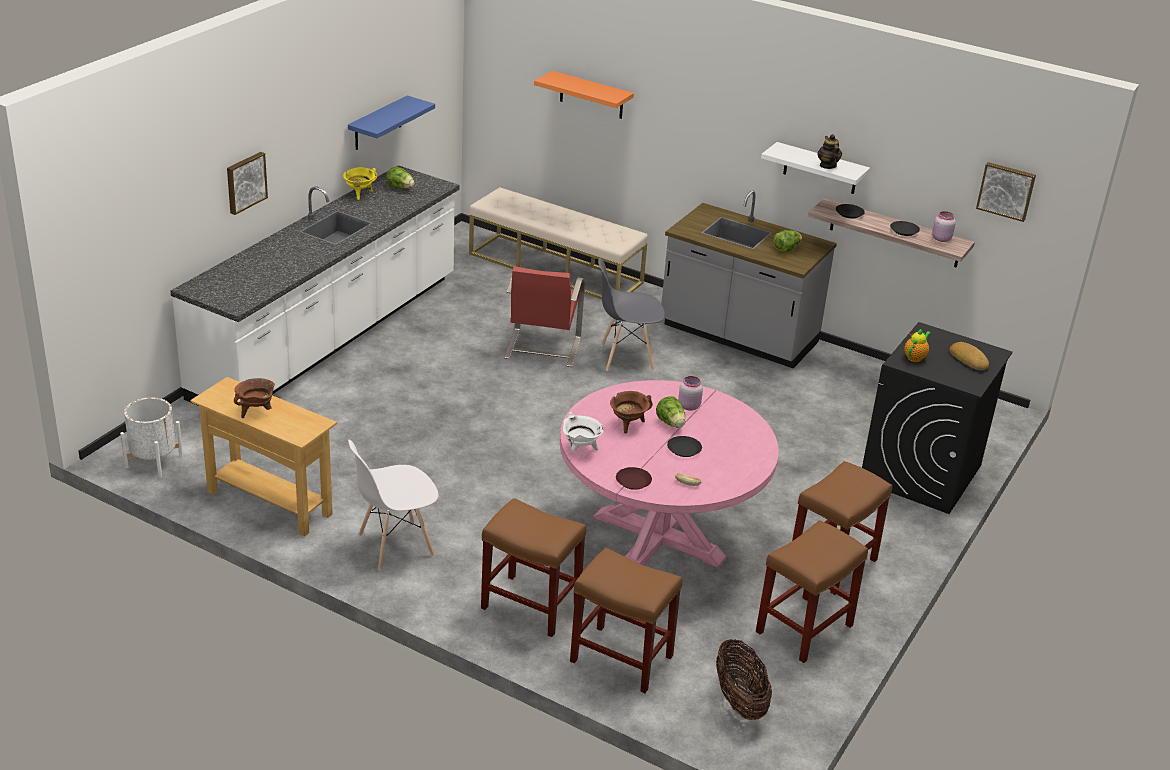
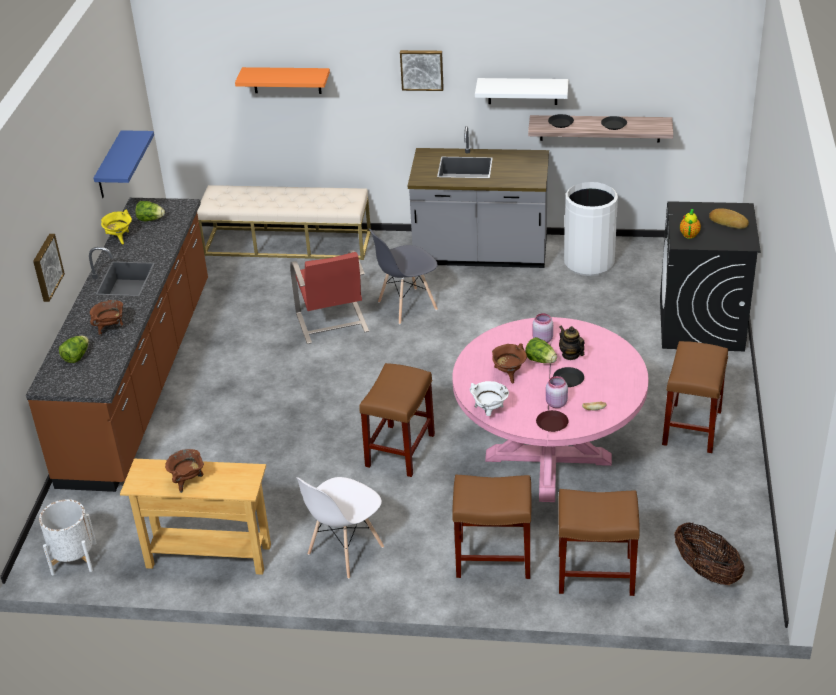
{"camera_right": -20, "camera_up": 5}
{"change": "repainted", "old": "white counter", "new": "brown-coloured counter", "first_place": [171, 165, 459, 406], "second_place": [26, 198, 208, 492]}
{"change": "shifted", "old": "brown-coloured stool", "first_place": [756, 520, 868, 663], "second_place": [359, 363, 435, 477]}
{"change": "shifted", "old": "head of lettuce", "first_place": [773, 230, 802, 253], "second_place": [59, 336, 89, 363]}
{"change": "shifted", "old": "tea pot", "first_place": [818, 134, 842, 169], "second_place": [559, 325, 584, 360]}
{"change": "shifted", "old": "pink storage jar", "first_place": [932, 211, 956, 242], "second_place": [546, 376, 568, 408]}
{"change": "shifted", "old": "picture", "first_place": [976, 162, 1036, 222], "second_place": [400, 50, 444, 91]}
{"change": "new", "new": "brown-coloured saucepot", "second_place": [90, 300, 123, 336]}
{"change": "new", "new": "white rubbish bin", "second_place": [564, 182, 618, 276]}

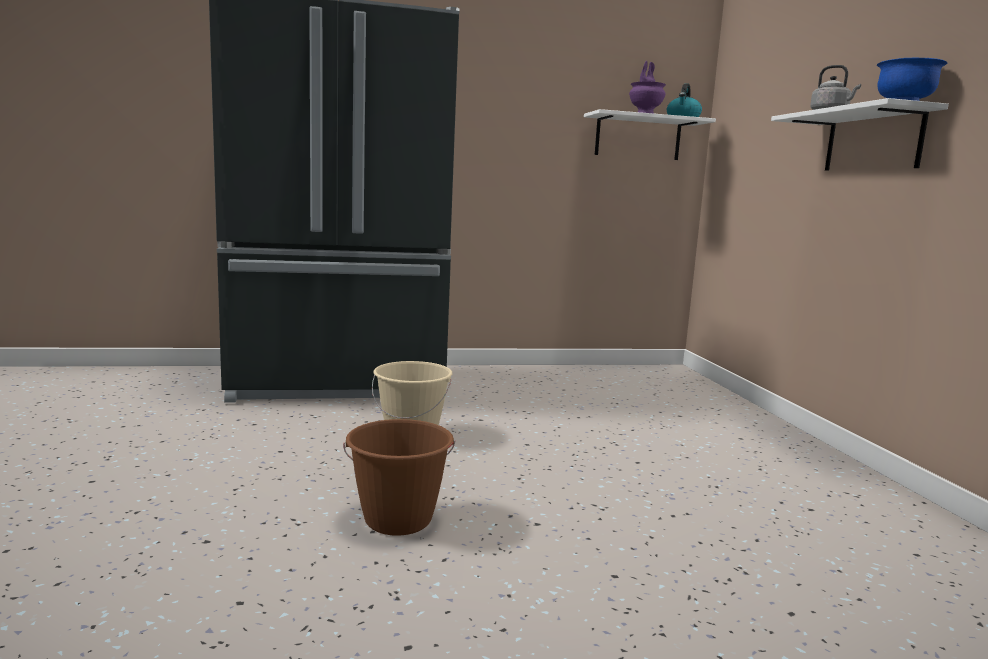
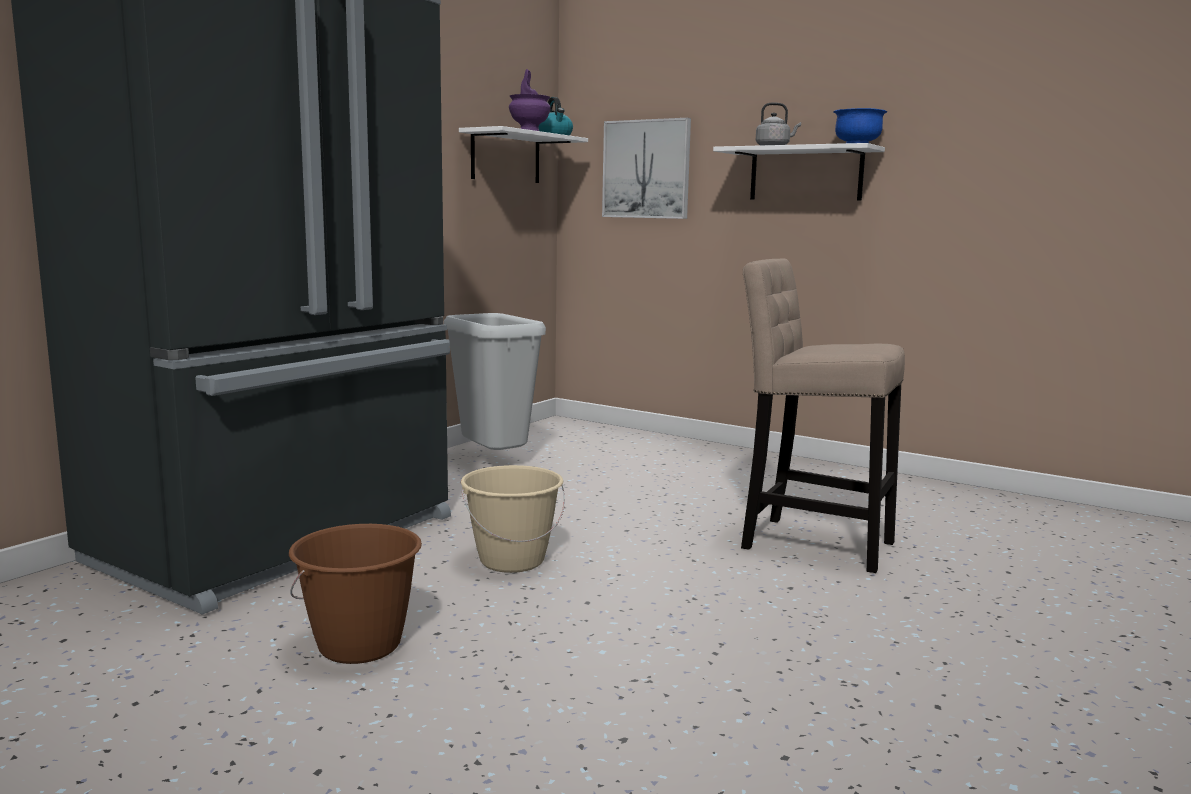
{"camera_right": -45, "camera_up": 0}
{"change": "shifted", "old": "brown-coloured bucket", "first_place": [343, 419, 455, 536], "second_place": [289, 524, 422, 664]}
{"change": "new", "new": "gray rubbish bin", "second_place": [444, 313, 546, 450]}
{"change": "new", "new": "picture", "second_place": [602, 118, 691, 219]}
{"change": "new", "new": "beige-coloured stool", "second_place": [741, 258, 905, 573]}

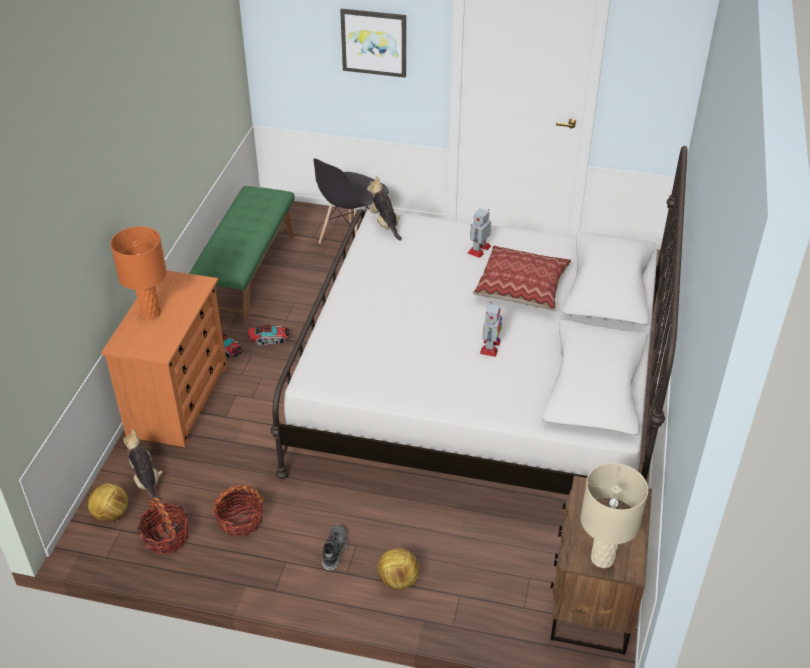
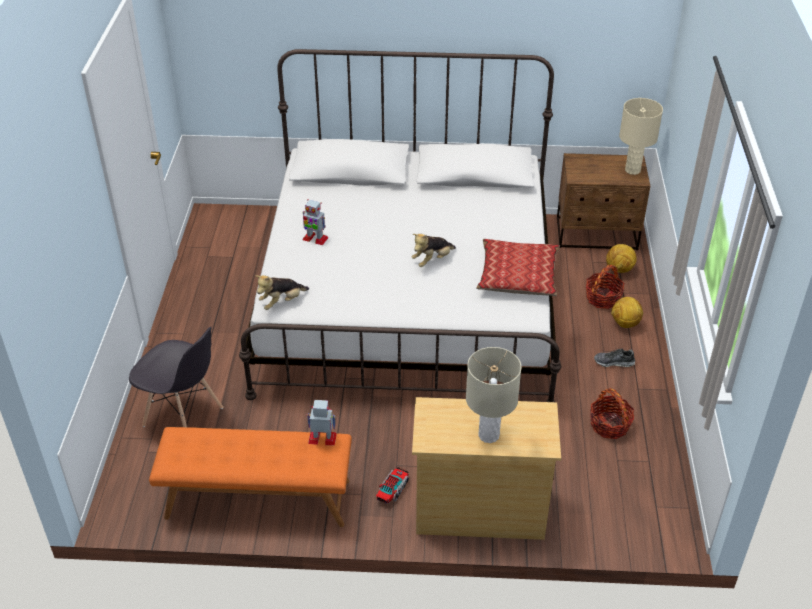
{"camera_right": -100, "camera_up": 0}
{"change": "shifted", "old": "football", "first_place": [88, 483, 128, 522], "second_place": [606, 244, 637, 273]}
{"change": "repainted", "old": "orangey chest of drawers", "new": "beige-coloured chest of drawers", "first_place": [101, 271, 227, 447], "second_place": [412, 397, 561, 540]}
{"change": "repainted", "old": "orangey table lamp", "new": "beige-coloured table lamp", "first_place": [110, 226, 167, 319], "second_place": [466, 347, 521, 443]}
{"change": "shifted", "old": "soft toy", "first_place": [123, 429, 163, 502], "second_place": [412, 234, 456, 267]}
{"change": "shifted", "old": "household basket", "first_place": [137, 497, 189, 554], "second_place": [585, 265, 625, 309]}
{"change": "repainted", "old": "greenish indoor bench", "new": "orangey indoor bench", "first_place": [189, 186, 295, 325], "second_place": [149, 427, 352, 527]}
{"change": "gone", "old": "toy truck", "first_place": [248, 324, 290, 345]}
{"change": "gone", "old": "picture", "first_place": [340, 9, 406, 78]}
{"change": "shifted", "old": "pillow", "first_place": [473, 246, 571, 311], "second_place": [476, 239, 560, 296]}
{"change": "shifted", "old": "robot figure", "first_place": [480, 302, 502, 357], "second_place": [307, 400, 337, 446]}

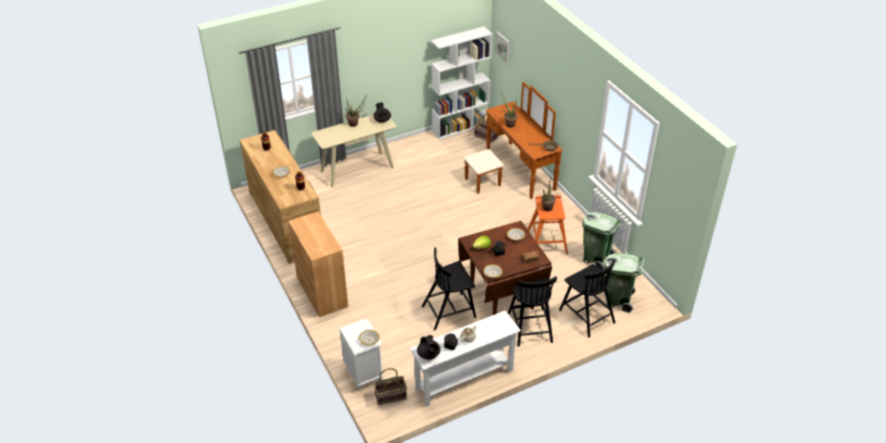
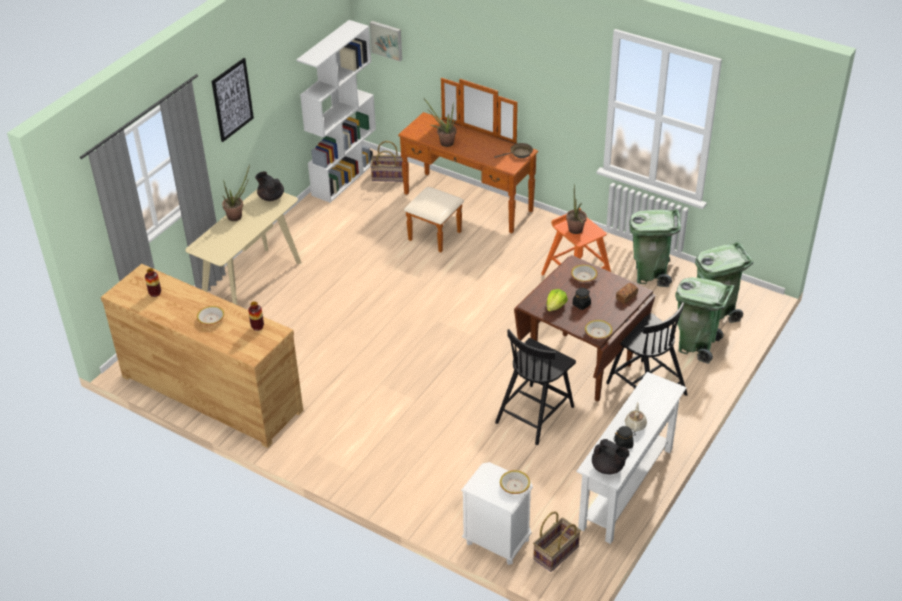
{"camera_right": -30, "camera_up": 0}
{"change": "gone", "old": "brown-coloured storage cabinet", "first_place": [288, 212, 348, 317]}
{"change": "swapped", "old": "black upright chair", "new": "greenish rubbish bin", "first_place": [559, 259, 616, 338], "second_place": [675, 277, 735, 364]}
{"change": "new", "new": "picture", "second_place": [212, 58, 254, 142]}

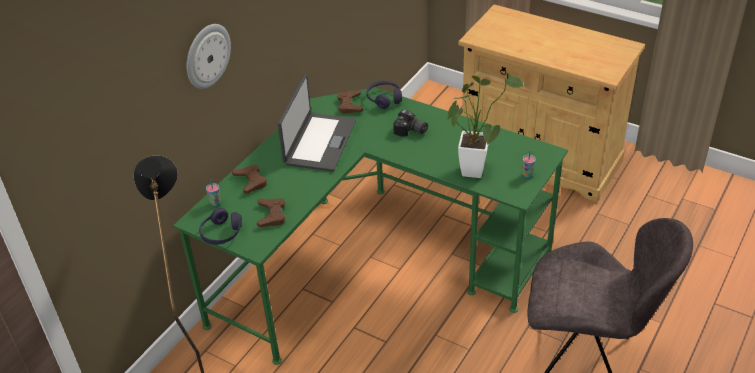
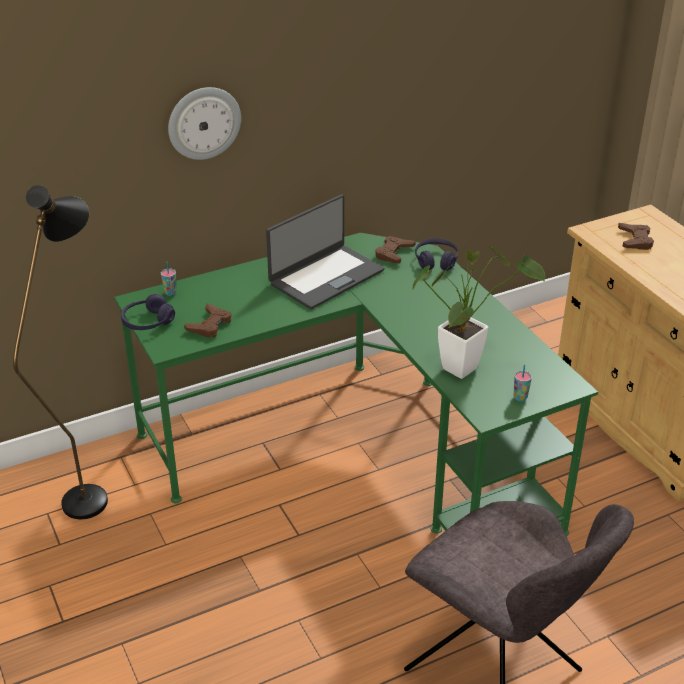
{"camera_right": 30, "camera_up": -5}
{"change": "shifted", "old": "brown-coloured game controller", "first_place": [232, 165, 267, 193], "second_place": [618, 223, 654, 250]}
{"change": "gone", "old": "photo camera", "first_place": [393, 110, 428, 137]}

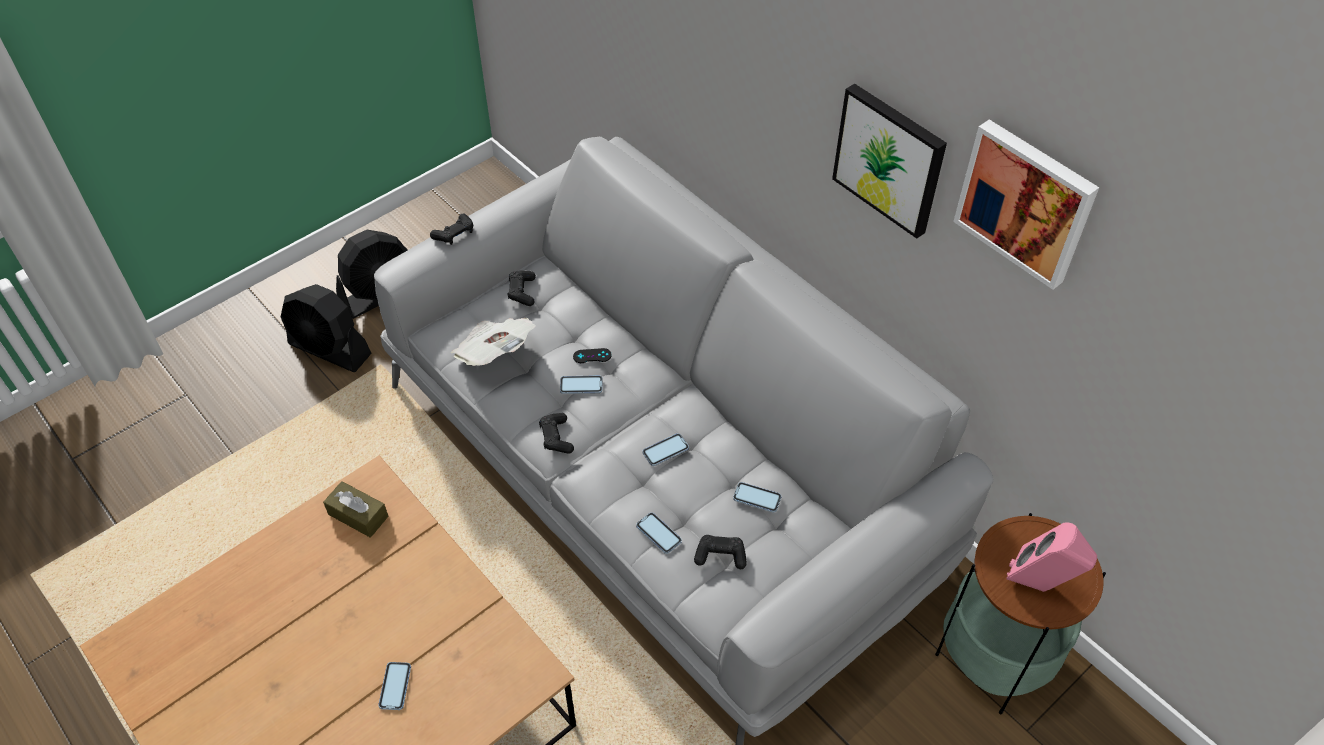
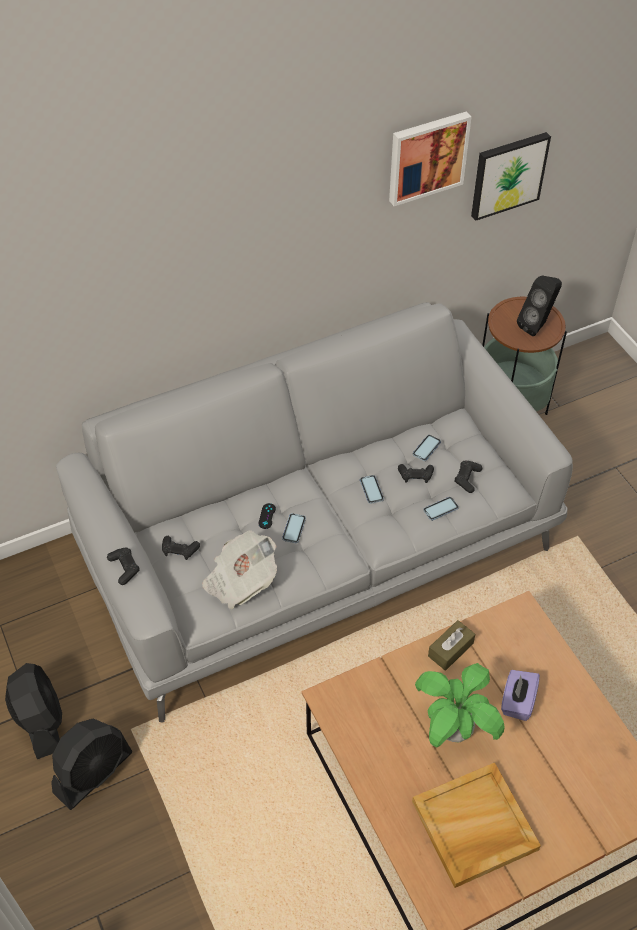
{"camera_right": -75, "camera_up": 0}
{"change": "shifted", "old": "brown-coloured tissue box", "first_place": [323, 481, 388, 538], "second_place": [428, 620, 475, 671]}
{"change": "swapped", "old": "handset", "new": "purple-coloured tissue box", "first_place": [378, 662, 411, 710], "second_place": [501, 670, 540, 721]}
{"change": "shifted", "old": "black game controller", "first_place": [539, 413, 574, 454], "second_place": [398, 464, 434, 483]}
{"change": "shifted", "old": "picture", "first_place": [832, 84, 947, 239], "second_place": [471, 132, 551, 221]}
{"change": "repainted", "old": "pink audio speaker", "new": "black audio speaker", "first_place": [1006, 522, 1097, 592], "second_place": [517, 276, 562, 336]}
{"change": "new", "new": "beige-coloured serving tray", "second_place": [412, 763, 541, 888]}
{"change": "new", "new": "plant in a pot", "second_place": [415, 663, 505, 748]}

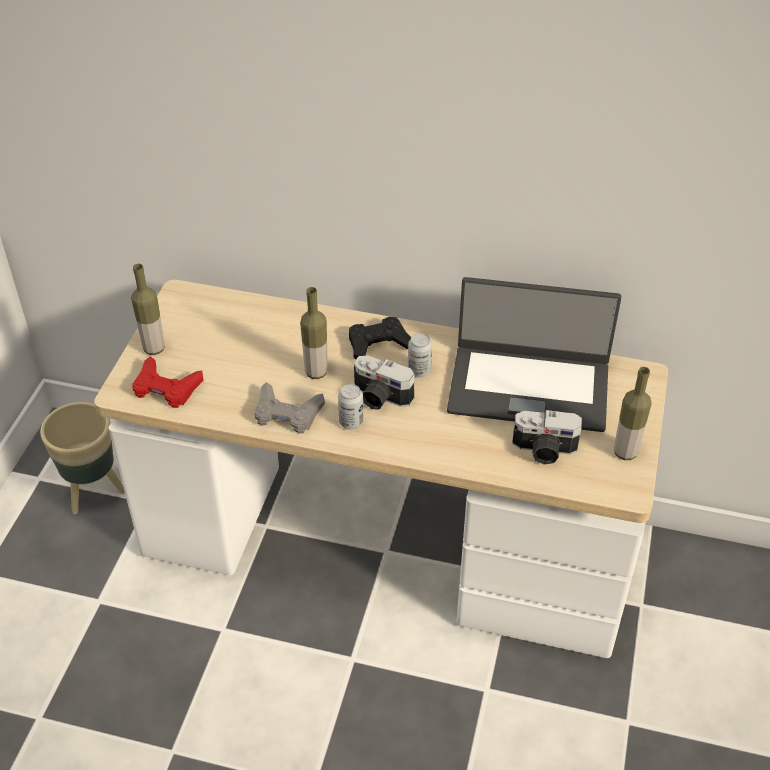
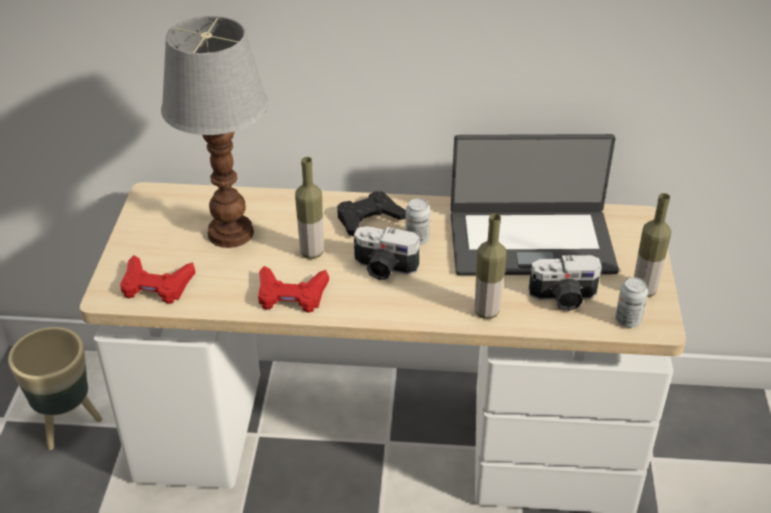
{"camera_right": -10, "camera_up": -5}
{"change": "shifted", "old": "drink bottle", "first_place": [131, 264, 165, 355], "second_place": [475, 214, 507, 319]}
{"change": "repainted", "old": "gray game controller", "new": "red game controller", "first_place": [255, 382, 325, 434], "second_place": [258, 266, 329, 313]}
{"change": "shifted", "old": "metal can", "first_place": [338, 384, 363, 430], "second_place": [615, 277, 648, 328]}
{"change": "new", "new": "table lamp", "second_place": [161, 16, 268, 248]}

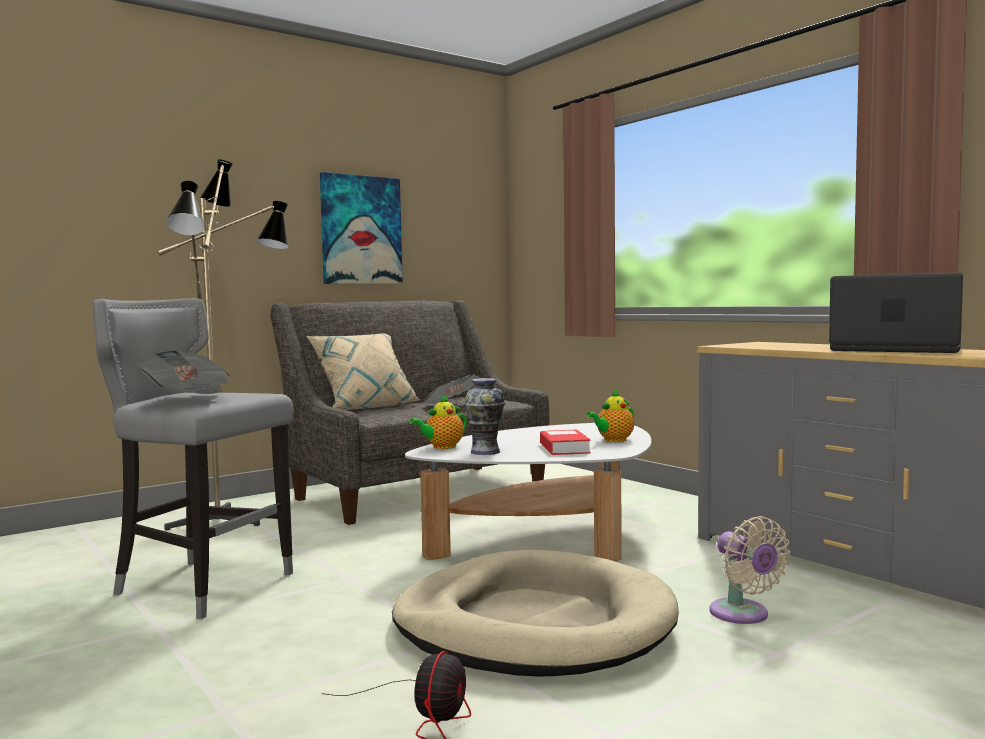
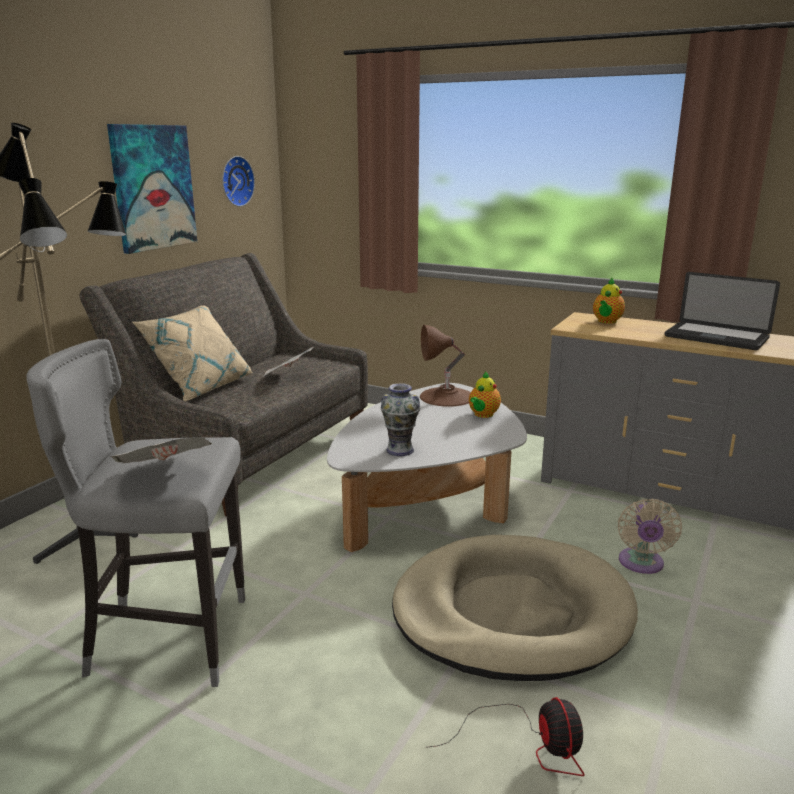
{"camera_right": -25, "camera_up": 15}
{"change": "shifted", "old": "tea pot", "first_place": [410, 394, 467, 449], "second_place": [593, 277, 625, 324]}
{"change": "gone", "old": "bound book", "first_place": [540, 430, 591, 455]}
{"change": "rotated", "old": "beige-coloured electric fan", "first_place": [709, 516, 790, 624], "second_place": [618, 499, 682, 574], "degrees": 60}
{"change": "rotated", "old": "laptop", "first_place": [829, 273, 963, 353], "second_place": [665, 272, 780, 350], "degrees": -150}
{"change": "new", "new": "hanging clock", "second_place": [222, 156, 255, 207]}
{"change": "new", "new": "brown-coloured table lamp", "second_place": [420, 325, 471, 407]}

